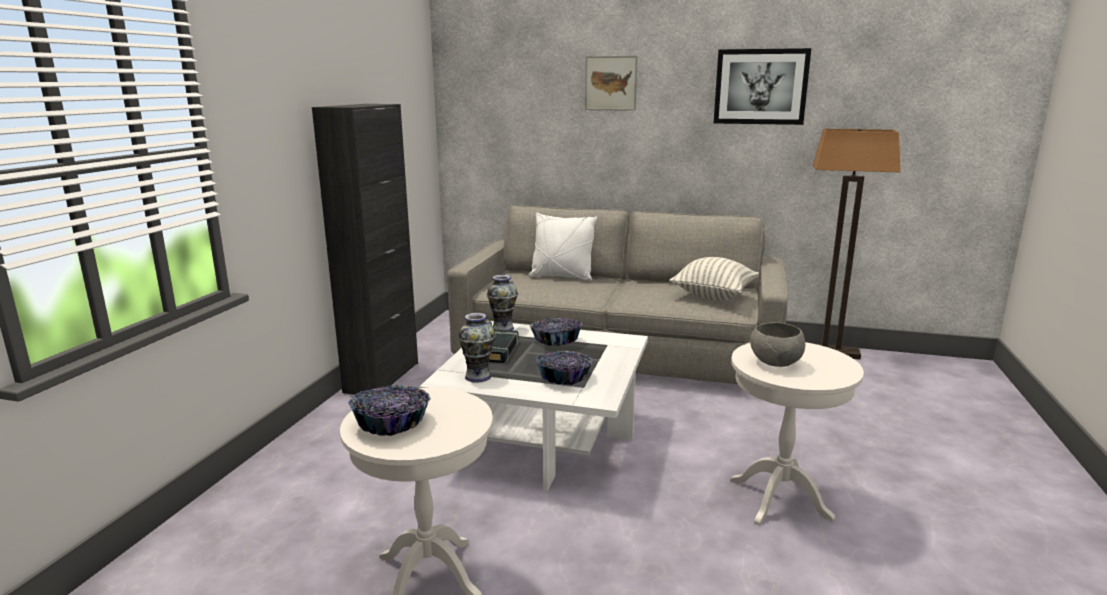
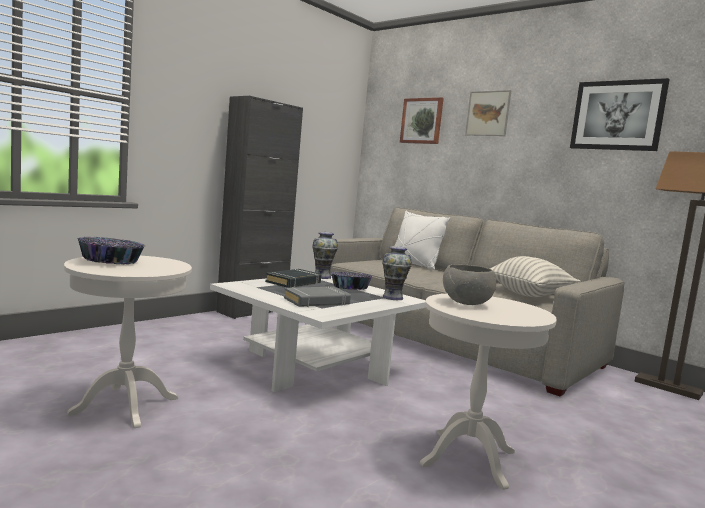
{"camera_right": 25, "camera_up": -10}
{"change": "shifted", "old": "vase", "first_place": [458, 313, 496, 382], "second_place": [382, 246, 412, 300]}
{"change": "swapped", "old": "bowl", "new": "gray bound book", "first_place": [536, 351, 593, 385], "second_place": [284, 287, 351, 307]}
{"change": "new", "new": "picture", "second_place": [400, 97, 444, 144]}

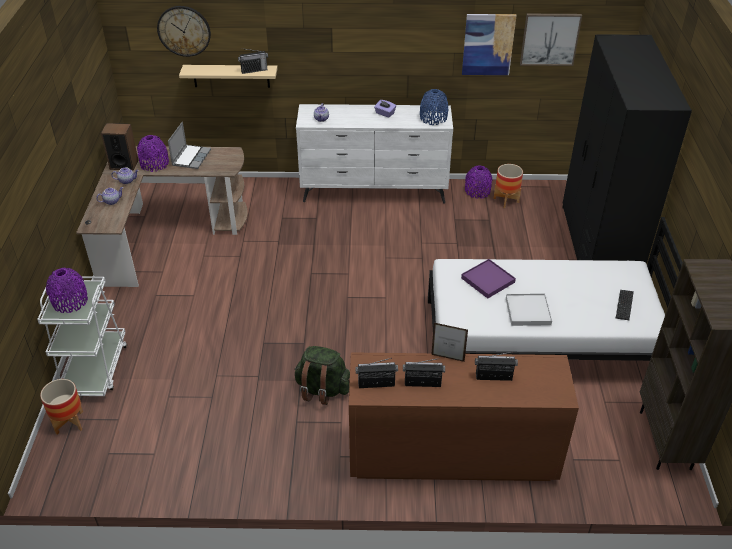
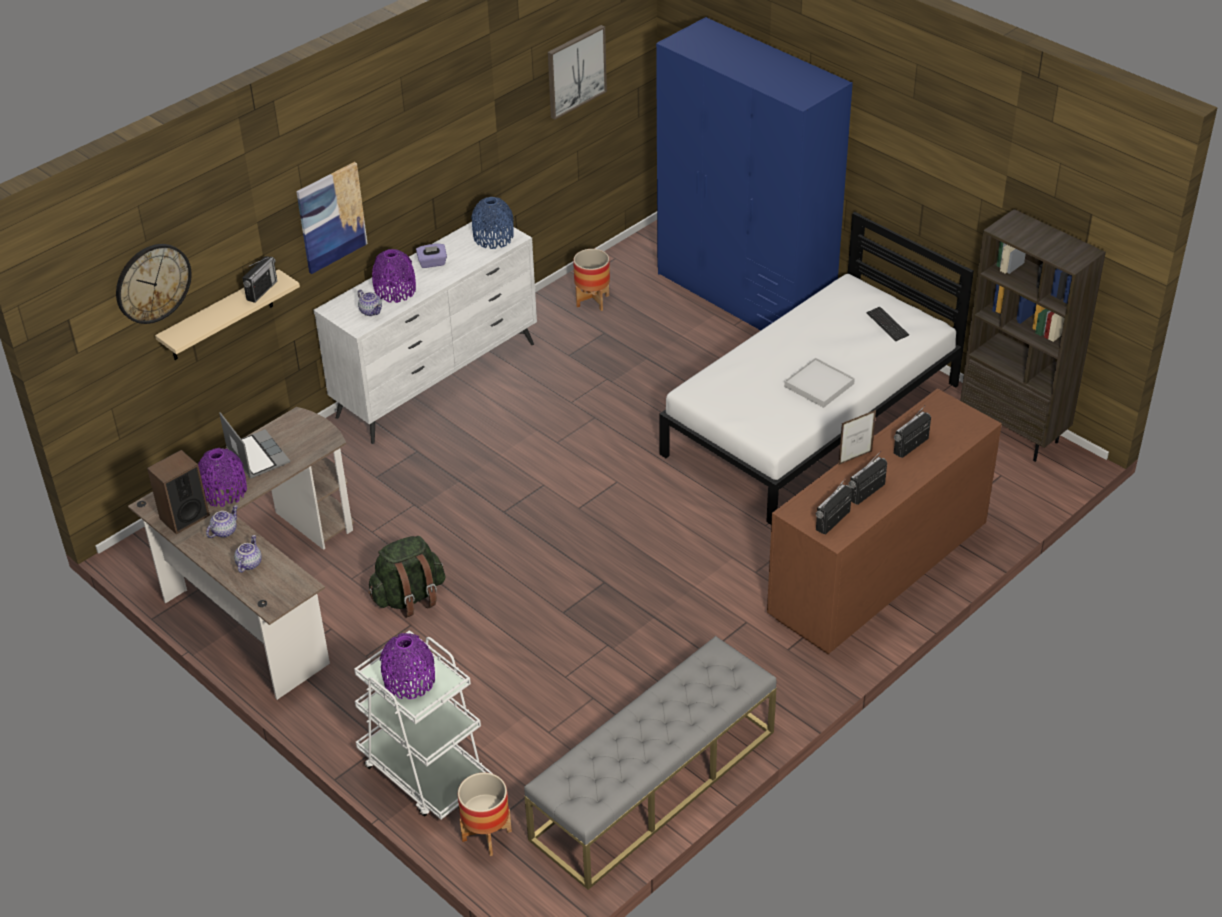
{"camera_right": -45, "camera_up": 0}
{"change": "shifted", "old": "greenish backpack", "first_place": [294, 346, 350, 405], "second_place": [368, 536, 445, 618]}
{"change": "gone", "old": "purple-coloured serving tray", "first_place": [461, 259, 516, 299]}
{"change": "shifted", "old": "picture", "first_place": [462, 14, 517, 75], "second_place": [296, 162, 368, 274]}
{"change": "shifted", "old": "purple-coloured vase", "first_place": [465, 166, 493, 199], "second_place": [372, 249, 416, 303]}
{"change": "repainted", "old": "black wardrobe", "new": "blue-coloured wardrobe", "first_place": [562, 34, 692, 264], "second_place": [656, 17, 853, 330]}
{"change": "new", "new": "gray indoor bench", "second_place": [524, 636, 777, 890]}

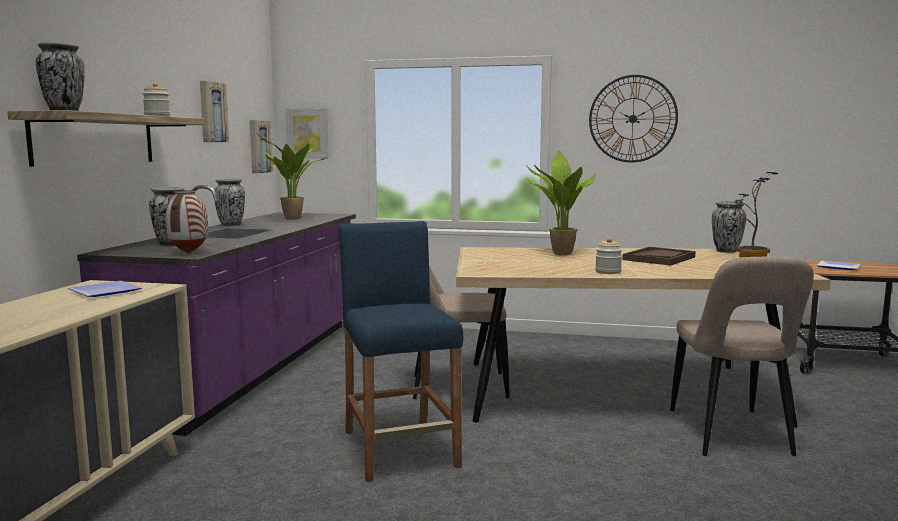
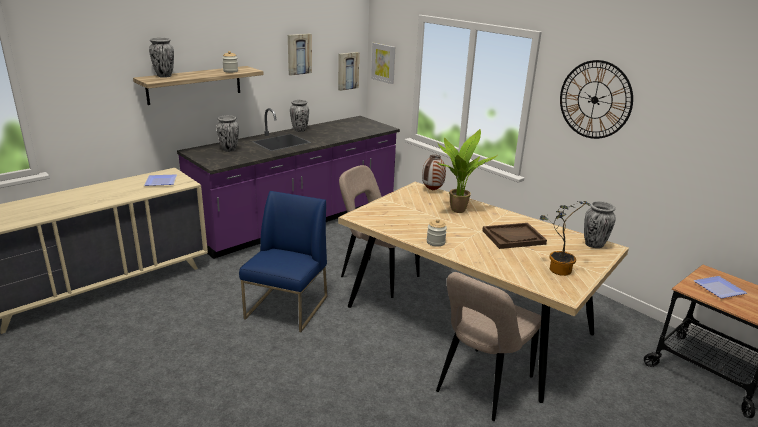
{"camera_right": 35, "camera_up": 15}
{"change": "shifted", "old": "vase", "first_place": [165, 191, 208, 253], "second_place": [422, 155, 446, 191]}
{"change": "gone", "old": "plant in a pot", "first_place": [256, 132, 330, 220]}
{"change": "swapped", "old": "blue-coloured stool", "new": "blue-coloured upright chair", "first_place": [338, 221, 463, 482], "second_place": [239, 191, 327, 332]}

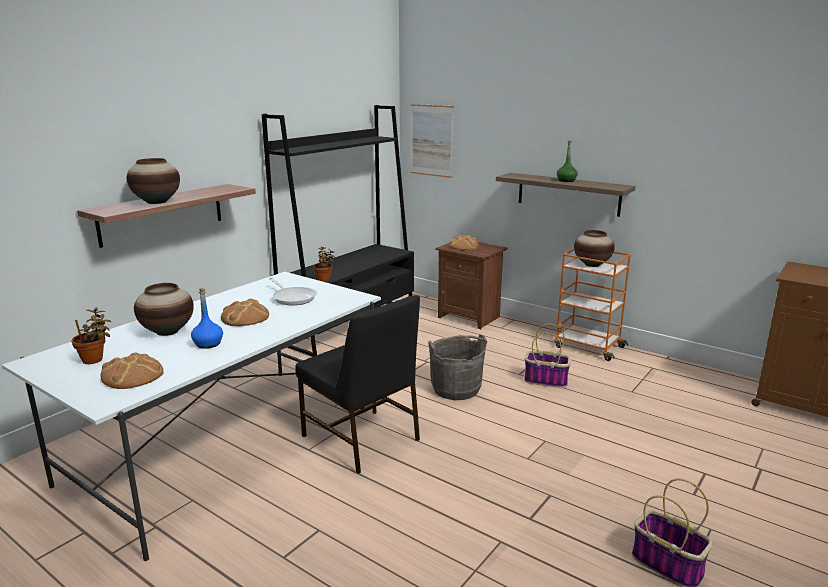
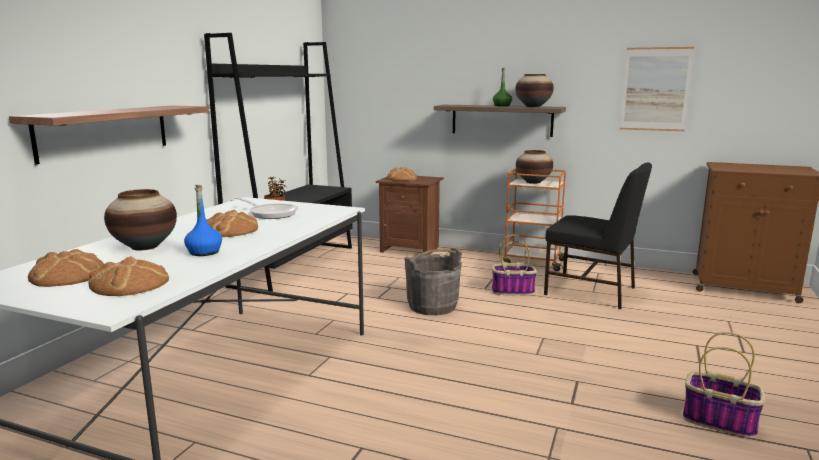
{"camera_right": -15, "camera_up": -5}
{"change": "swapped", "old": "plant in a pot", "new": "baked bread", "first_place": [72, 308, 111, 364], "second_place": [28, 249, 104, 287]}
{"change": "shifted", "old": "vase", "first_place": [127, 158, 180, 204], "second_place": [515, 74, 554, 107]}
{"change": "shifted", "old": "black upright chair", "first_place": [295, 295, 420, 474], "second_place": [544, 162, 652, 309]}
{"change": "shifted", "old": "picture", "first_place": [410, 104, 454, 178], "second_place": [620, 47, 694, 131]}

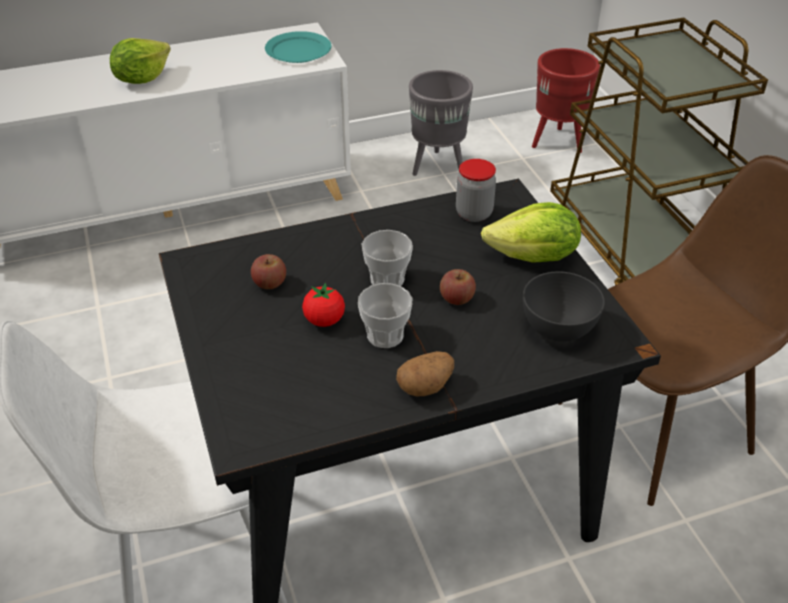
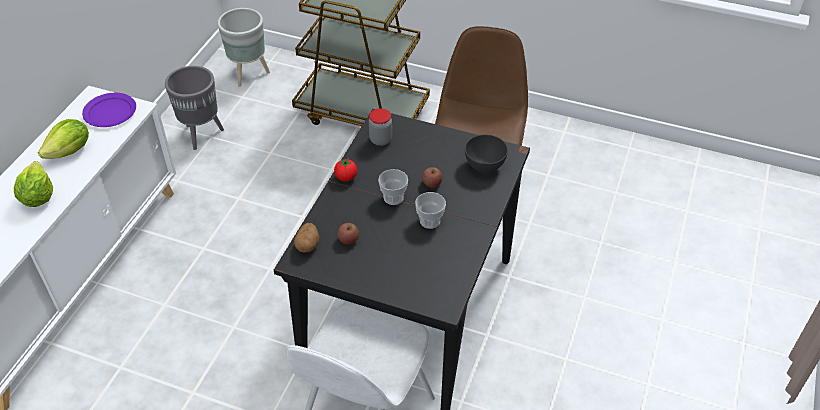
{"camera_right": -50, "camera_up": 5}
{"change": "repainted", "old": "blue-green plate", "new": "purple-coloured plate", "first_place": [265, 31, 332, 63], "second_place": [82, 93, 136, 127]}
{"change": "shifted", "old": "tomato", "first_place": [302, 283, 345, 327], "second_place": [334, 158, 358, 181]}
{"change": "shifted", "old": "potato", "first_place": [396, 351, 454, 396], "second_place": [294, 223, 319, 253]}
{"change": "shifted", "old": "head of lettuce", "first_place": [481, 202, 581, 263], "second_place": [38, 119, 89, 159]}
{"change": "repainted", "old": "red plant pot", "new": "gray plant pot", "first_place": [532, 48, 600, 153], "second_place": [218, 8, 270, 87]}

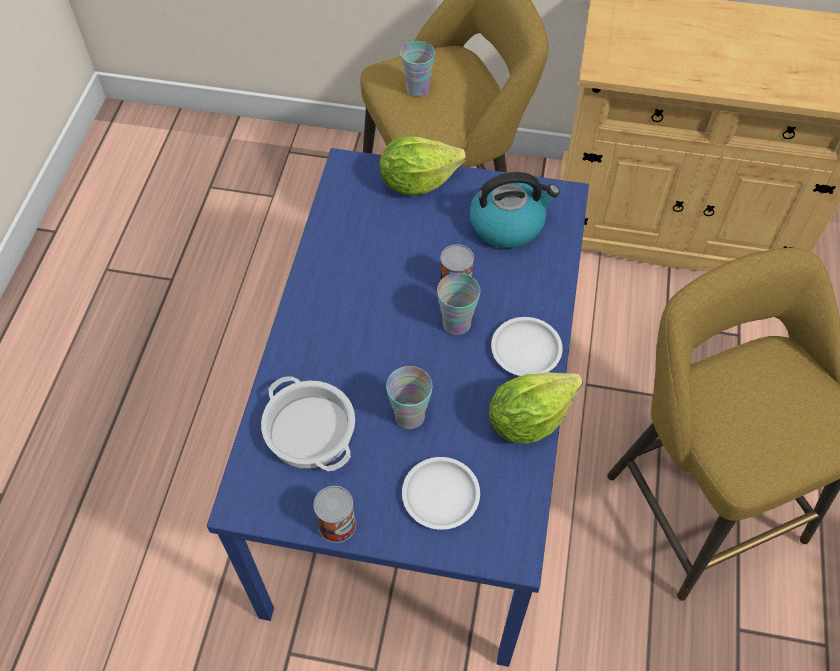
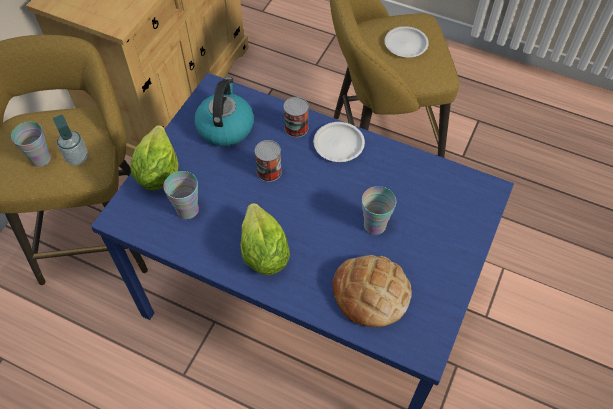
{"camera_right": -75, "camera_up": 0}
{"change": "swapped", "old": "saucepot", "new": "baked bread", "first_place": [261, 376, 355, 471], "second_place": [332, 255, 412, 327]}
{"change": "shifted", "old": "metal can", "first_place": [314, 486, 356, 543], "second_place": [284, 97, 308, 138]}
{"change": "shifted", "old": "white plate", "first_place": [402, 457, 480, 530], "second_place": [384, 26, 429, 57]}
{"change": "shifted", "old": "cup", "first_place": [437, 273, 480, 335], "second_place": [163, 171, 199, 219]}
{"change": "shifted", "old": "head of lettuce", "first_place": [489, 372, 583, 443], "second_place": [241, 203, 290, 275]}
{"change": "new", "new": "liquid soap bottle", "second_place": [53, 115, 88, 165]}

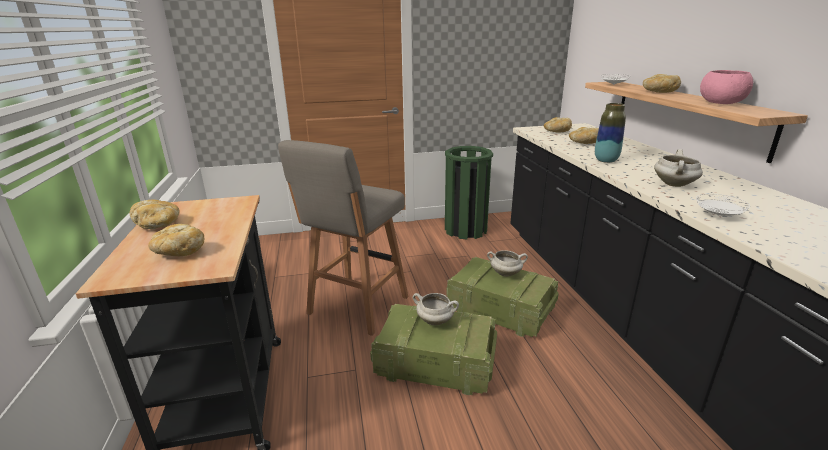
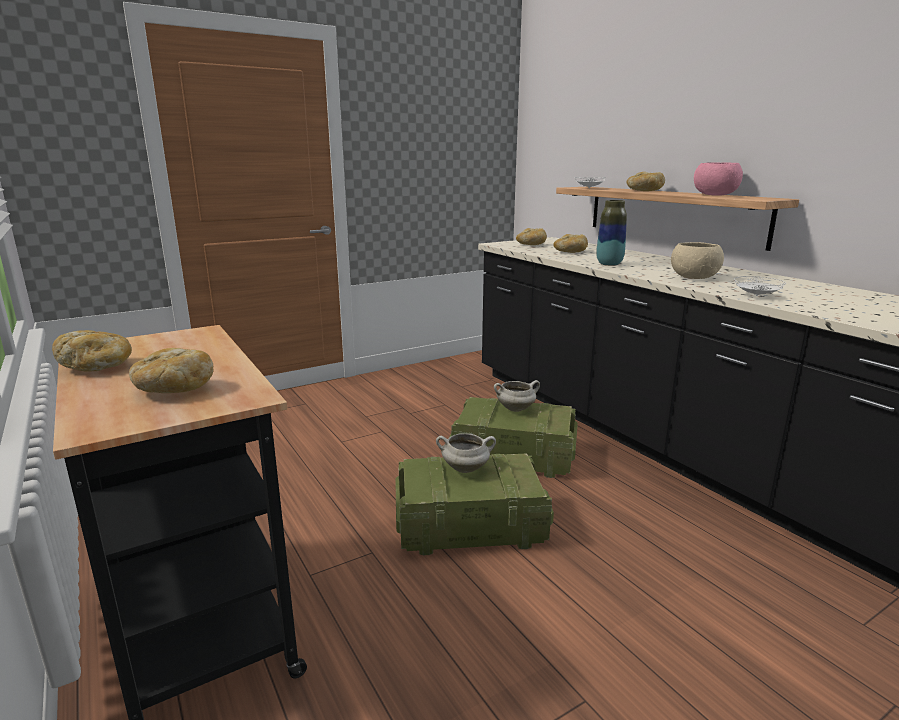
{"camera_right": -20, "camera_up": -5}
{"change": "gone", "old": "gray stool", "first_place": [278, 140, 409, 336]}
{"change": "gone", "old": "greenish rubbish bin", "first_place": [445, 146, 493, 240]}
{"change": "swapped", "old": "white saucepot", "new": "beige-coloured bowl", "first_place": [654, 149, 703, 187], "second_place": [671, 242, 724, 279]}

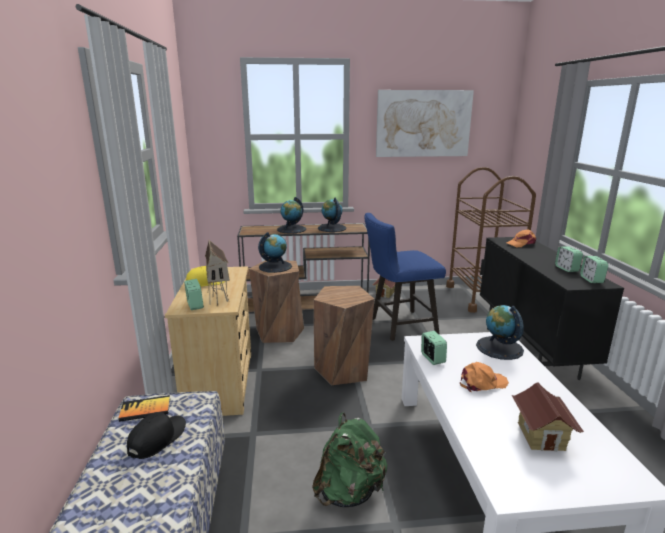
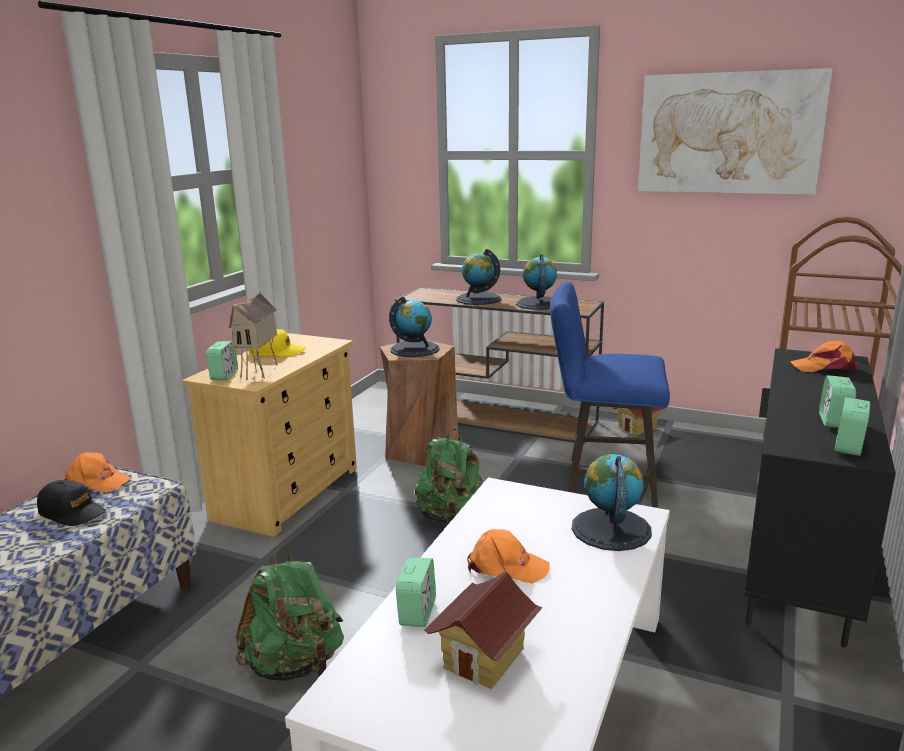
{"camera_right": 30, "camera_up": 0}
{"change": "swapped", "old": "bound book", "new": "orangey baseball cap", "first_place": [118, 395, 170, 422], "second_place": [64, 452, 131, 493]}
{"change": "rotated", "old": "black baseball cap", "first_place": [127, 412, 186, 459], "second_place": [37, 480, 106, 526], "degrees": 60}
{"change": "swapped", "old": "brown-coloured stool", "new": "greenish backpack", "first_place": [314, 286, 374, 385], "second_place": [415, 428, 482, 524]}
{"change": "shifted", "old": "bedside clock", "first_place": [421, 331, 447, 365], "second_place": [396, 557, 436, 627]}

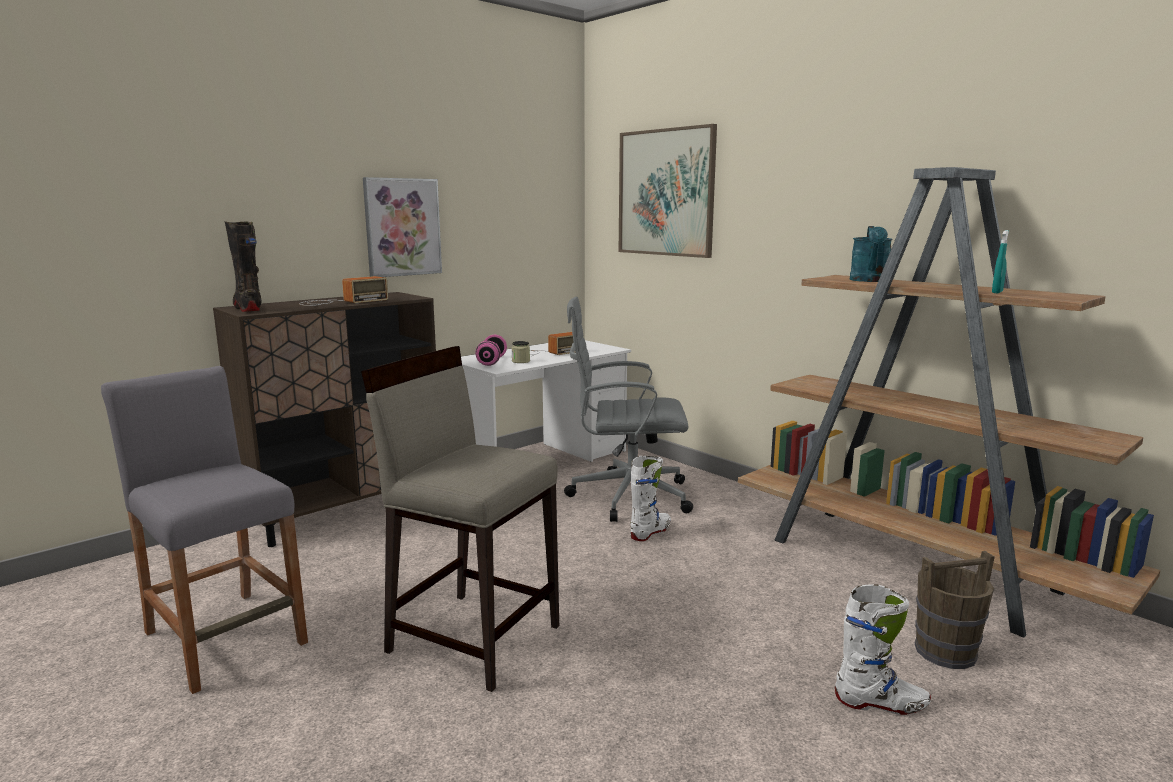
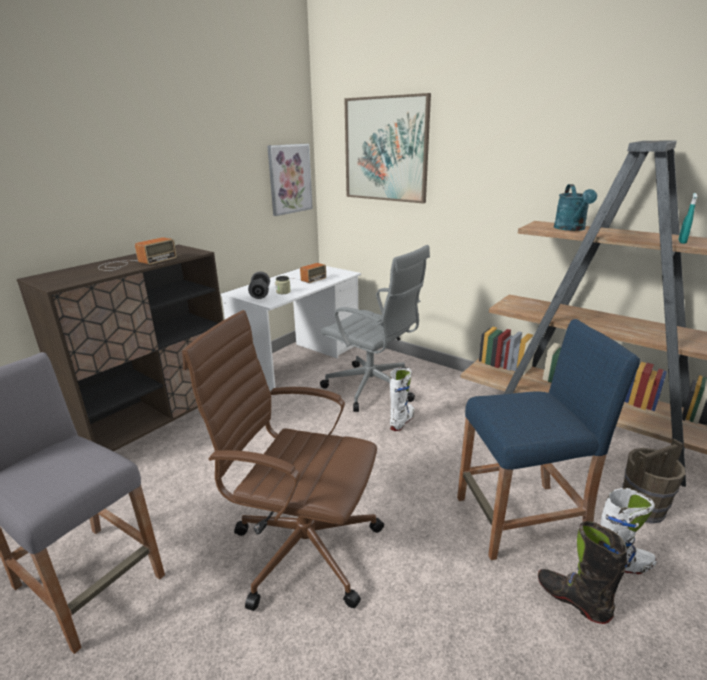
{"camera_right": -10, "camera_up": 10}
{"change": "shifted", "old": "black tall boot", "first_place": [224, 221, 262, 312], "second_place": [538, 521, 628, 624]}
{"change": "swapped", "old": "beige-coloured stool", "new": "brown-coloured computer chair", "first_place": [361, 346, 559, 692], "second_place": [182, 310, 384, 611]}
{"change": "shifted", "old": "picture", "first_place": [363, 177, 442, 277], "second_place": [267, 144, 313, 216]}
{"change": "repainted", "old": "pink free weight", "new": "gray free weight", "first_place": [475, 335, 507, 366], "second_place": [248, 272, 270, 299]}
{"change": "rotated", "old": "gray computer chair", "first_place": [564, 297, 693, 522], "second_place": [320, 245, 430, 412], "degrees": -135}
{"change": "new", "new": "blue-coloured stool", "second_place": [457, 319, 640, 560]}

